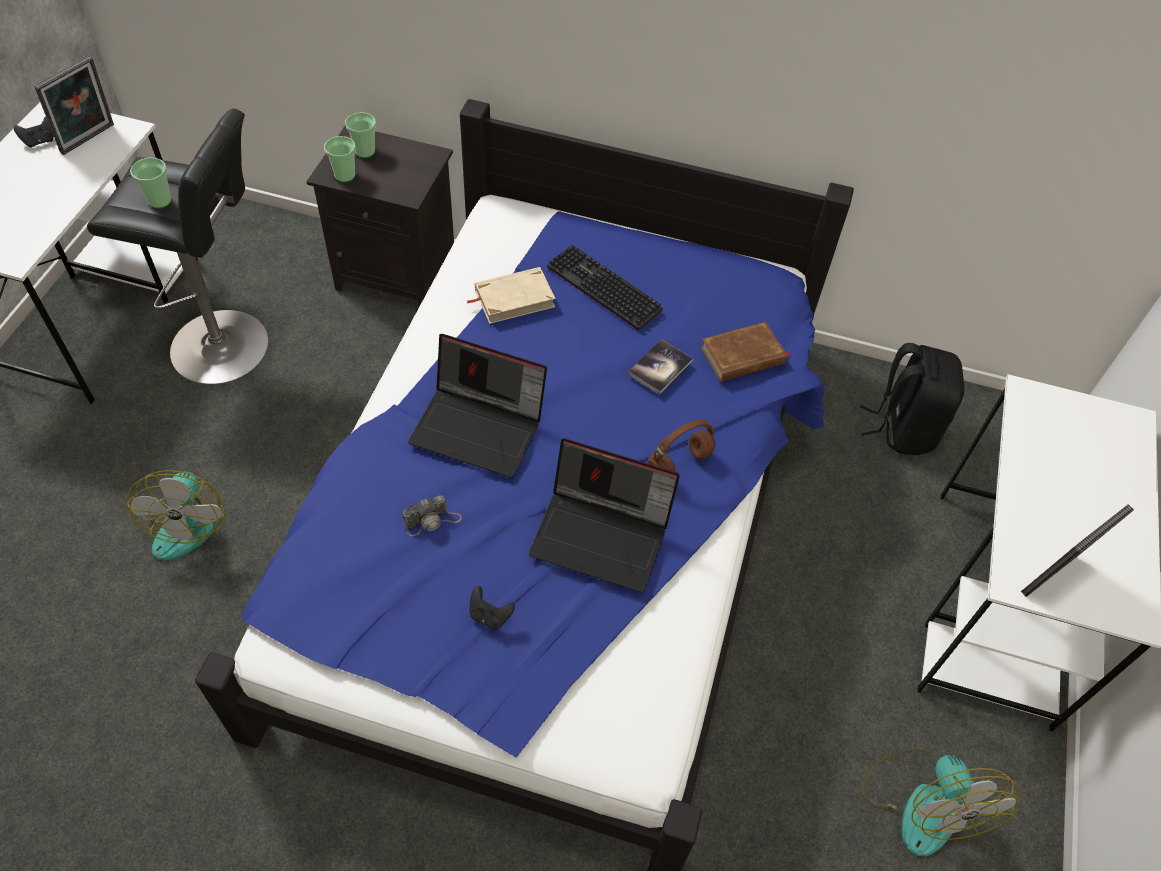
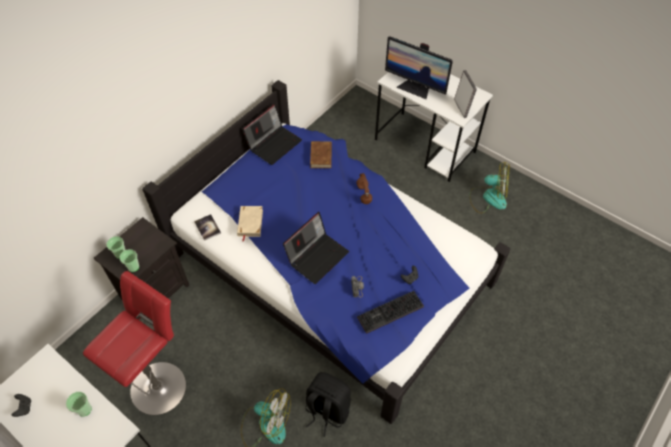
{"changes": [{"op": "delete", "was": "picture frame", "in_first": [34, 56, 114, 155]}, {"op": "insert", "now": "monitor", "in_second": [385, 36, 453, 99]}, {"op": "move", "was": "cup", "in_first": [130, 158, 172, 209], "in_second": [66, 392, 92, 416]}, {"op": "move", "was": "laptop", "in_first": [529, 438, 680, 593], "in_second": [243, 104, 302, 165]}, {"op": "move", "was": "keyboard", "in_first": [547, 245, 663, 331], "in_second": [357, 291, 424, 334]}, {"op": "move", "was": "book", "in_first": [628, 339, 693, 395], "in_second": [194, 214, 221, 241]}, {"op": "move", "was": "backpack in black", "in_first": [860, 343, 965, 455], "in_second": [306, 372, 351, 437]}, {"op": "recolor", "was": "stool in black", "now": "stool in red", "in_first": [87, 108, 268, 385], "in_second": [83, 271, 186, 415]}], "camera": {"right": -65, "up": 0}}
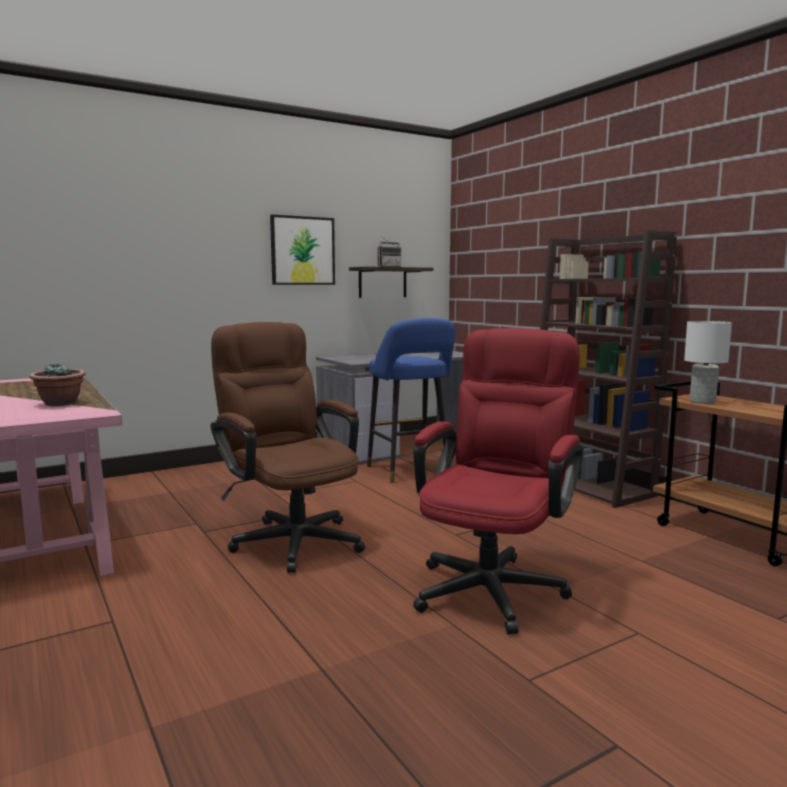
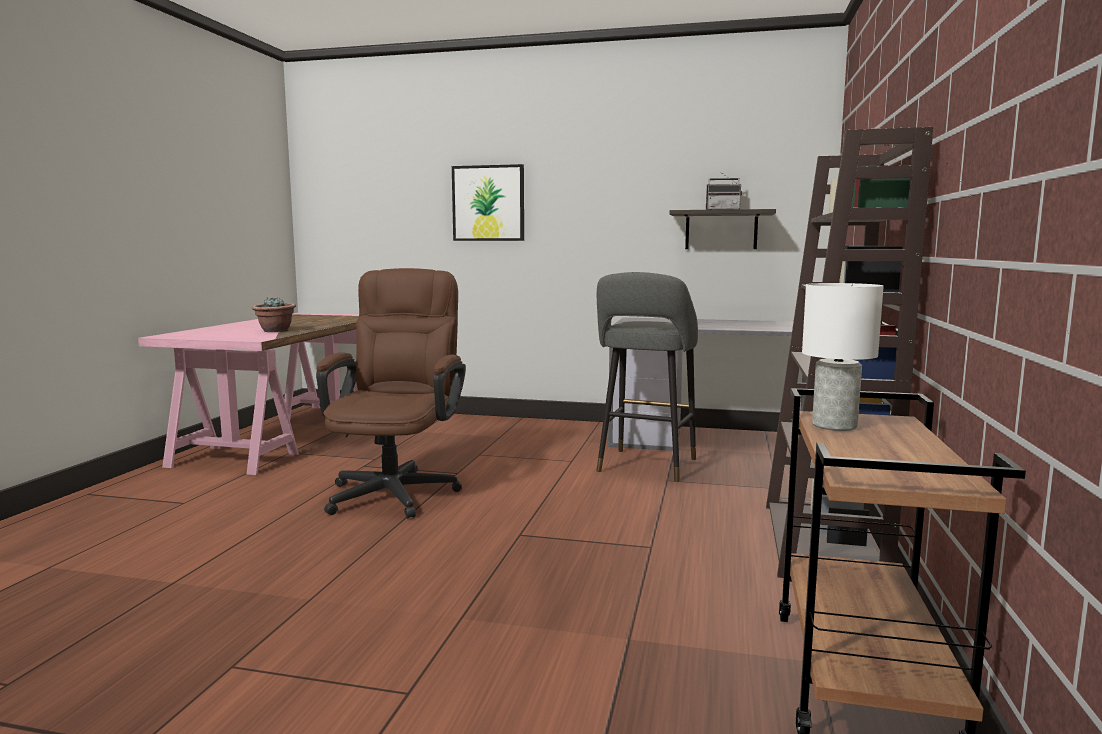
{"changes": [{"op": "delete", "was": "office chair in red", "in_first": [413, 328, 584, 635]}, {"op": "move", "was": "picture", "in_first": [270, 214, 335, 285], "in_second": [452, 164, 524, 241]}, {"op": "recolor", "was": "stool in blue", "now": "stool in grey", "in_first": [367, 318, 455, 483], "in_second": [596, 272, 698, 482]}], "camera": {"right": 45, "up": 0}}
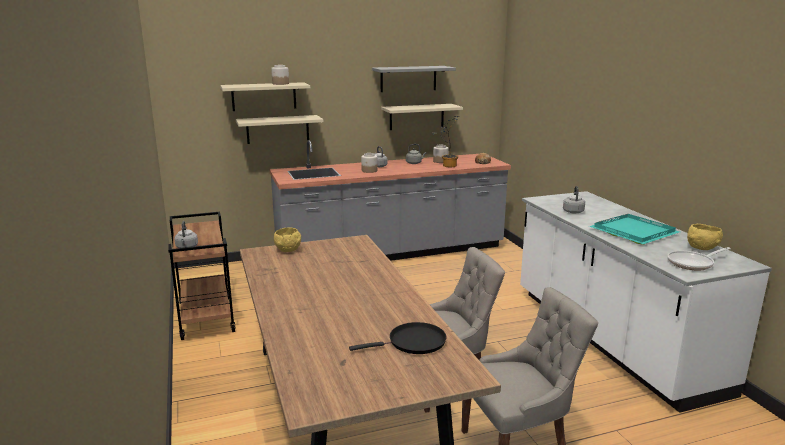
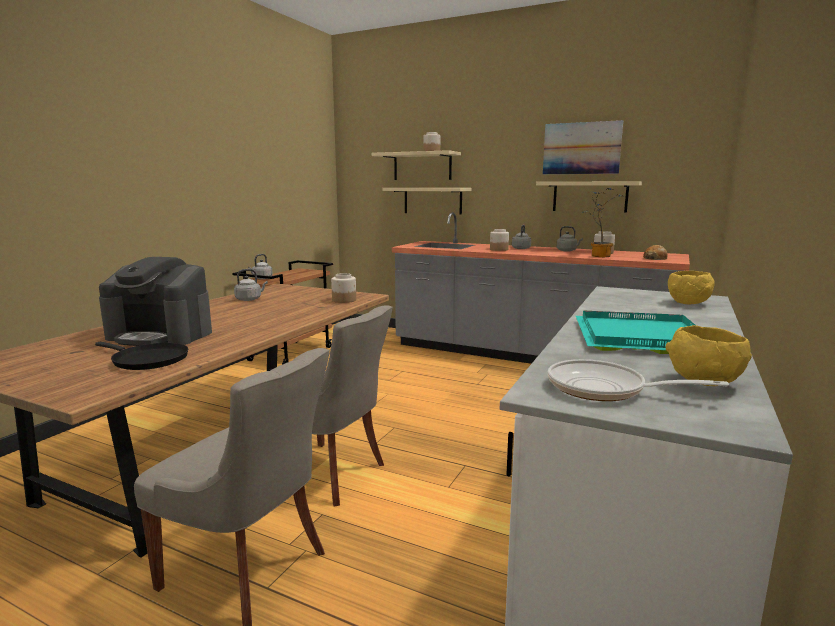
{"changes": [{"op": "insert", "now": "coffee machine", "in_second": [99, 257, 212, 346]}, {"op": "insert", "now": "jar", "in_second": [331, 273, 356, 303]}, {"op": "move", "was": "bowl in yellow", "in_first": [274, 228, 301, 252], "in_second": [668, 271, 715, 304]}, {"op": "move", "was": "kettle in grey", "in_first": [563, 186, 585, 213], "in_second": [234, 269, 268, 301]}, {"op": "replace", "was": "shelf in grey", "now": "picture", "in_first": [372, 66, 456, 92], "in_second": [543, 120, 623, 174]}], "camera": {"right": 45, "up": -5}}
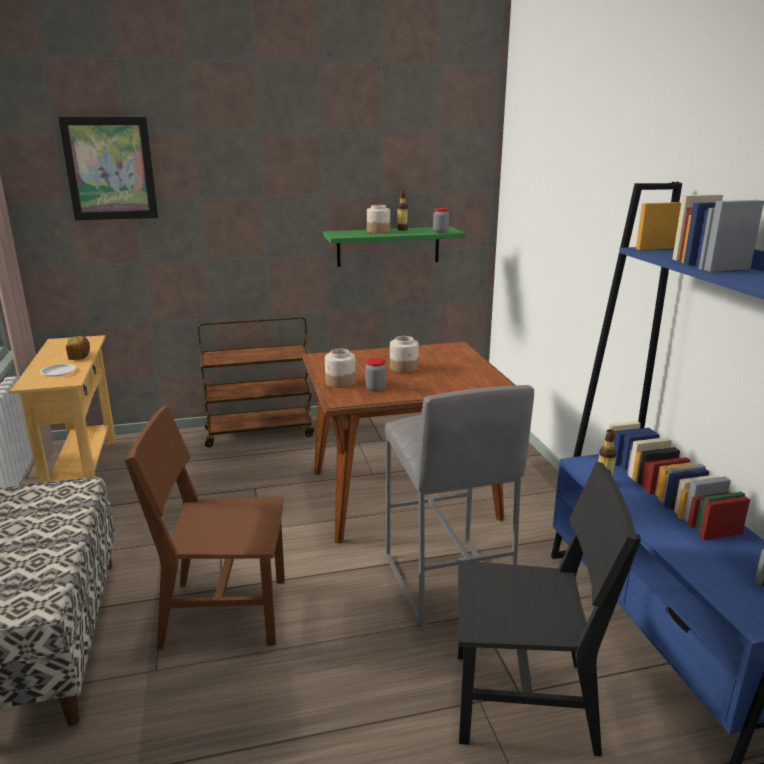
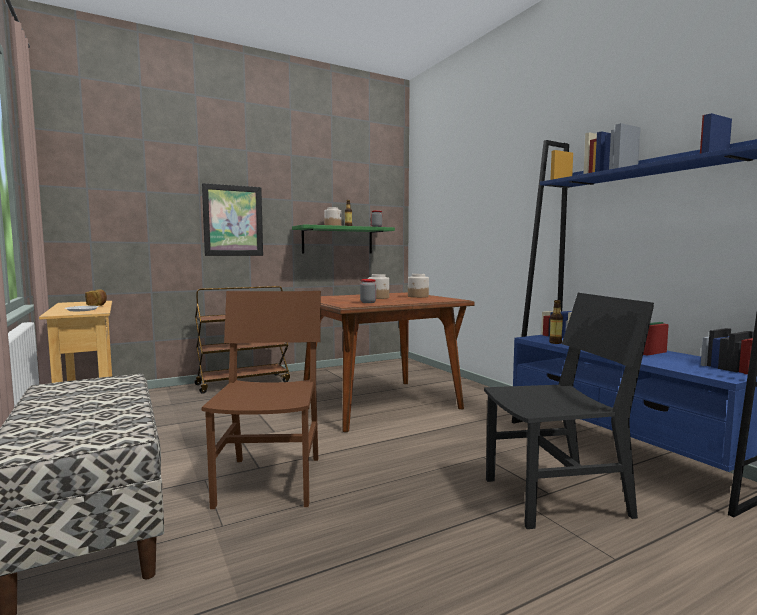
{"changes": [{"op": "delete", "was": "stool in grey", "in_first": [385, 385, 534, 629]}, {"op": "move", "was": "picture", "in_first": [58, 117, 158, 220], "in_second": [202, 183, 263, 256]}, {"op": "move", "was": "jar", "in_first": [325, 349, 356, 388], "in_second": [408, 274, 429, 298]}, {"op": "rotate", "was": "chair in brown", "in_first": [124, 406, 285, 649], "in_second": [201, 291, 321, 509], "clockwise": 105}], "camera": {"right": -15, "up": -15}}
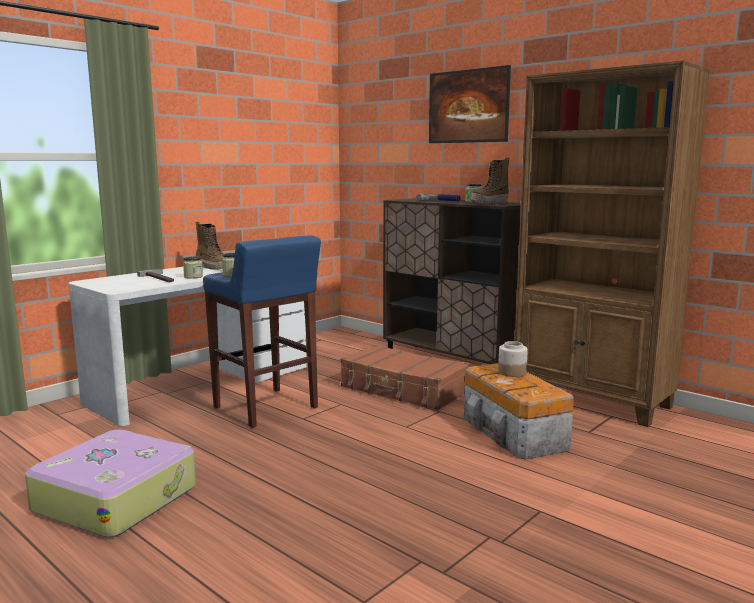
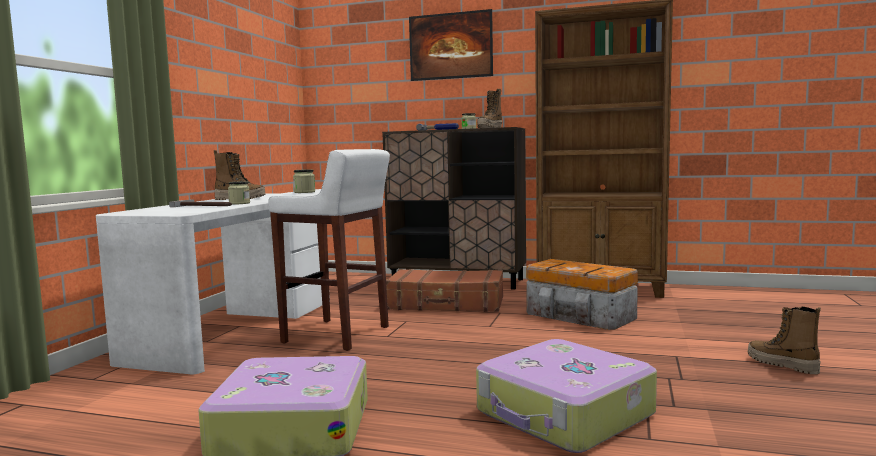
{"changes": [{"op": "delete", "was": "jar", "in_first": [498, 341, 528, 377]}, {"op": "insert", "now": "suitcase", "in_second": [476, 339, 657, 453]}, {"op": "insert", "now": "boot", "in_second": [748, 307, 821, 374]}, {"op": "recolor", "was": "stool in blue", "now": "stool in white", "in_first": [203, 235, 321, 428], "in_second": [268, 149, 390, 351]}], "camera": {"right": -25, "up": -5}}
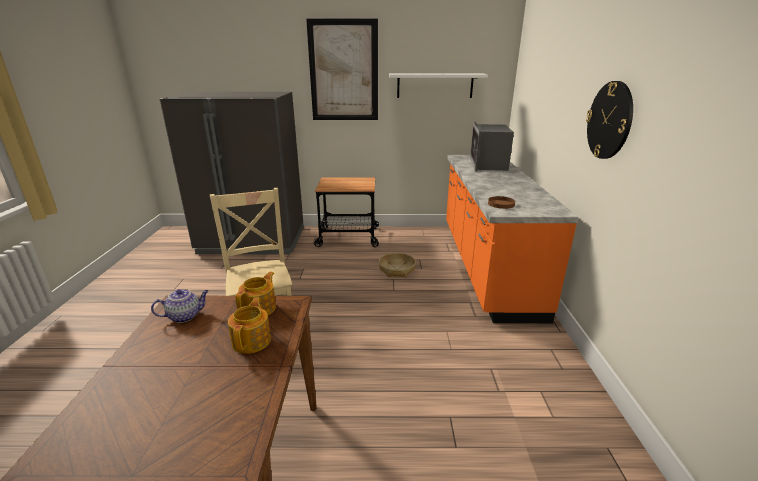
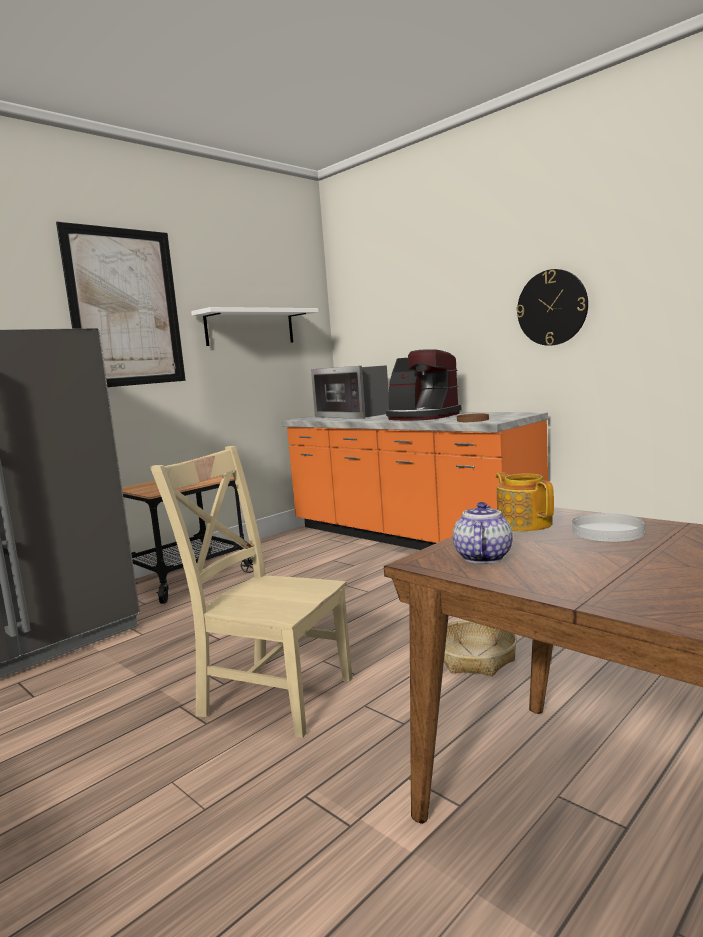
{"changes": [{"op": "insert", "now": "coffee machine", "in_second": [386, 349, 461, 421]}, {"op": "move", "was": "basket", "in_first": [379, 253, 416, 277], "in_second": [444, 620, 517, 676]}, {"op": "replace", "was": "teapot", "now": "plate in white", "in_first": [228, 298, 271, 354], "in_second": [572, 513, 645, 542]}], "camera": {"right": -45, "up": -15}}
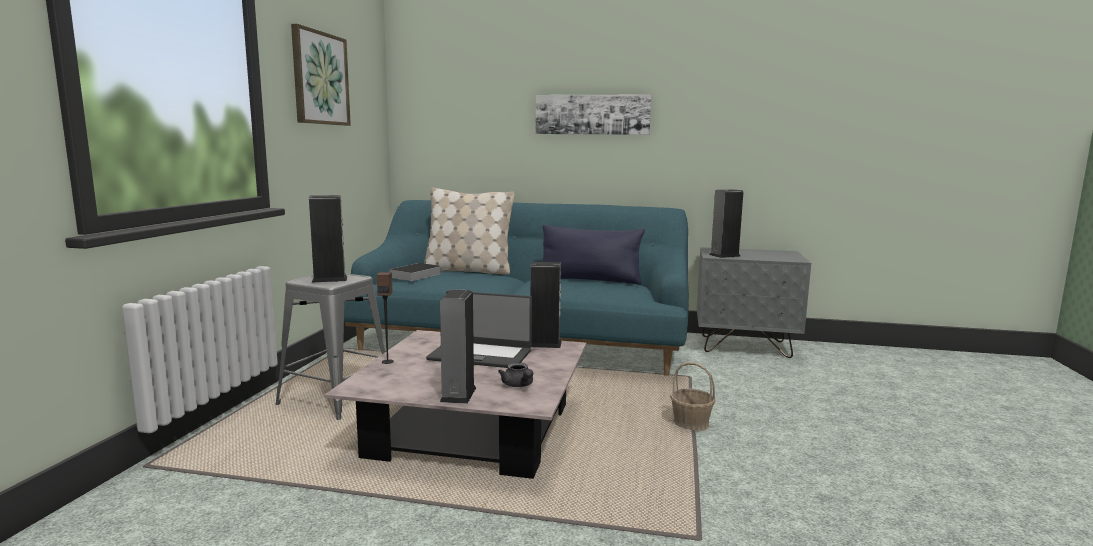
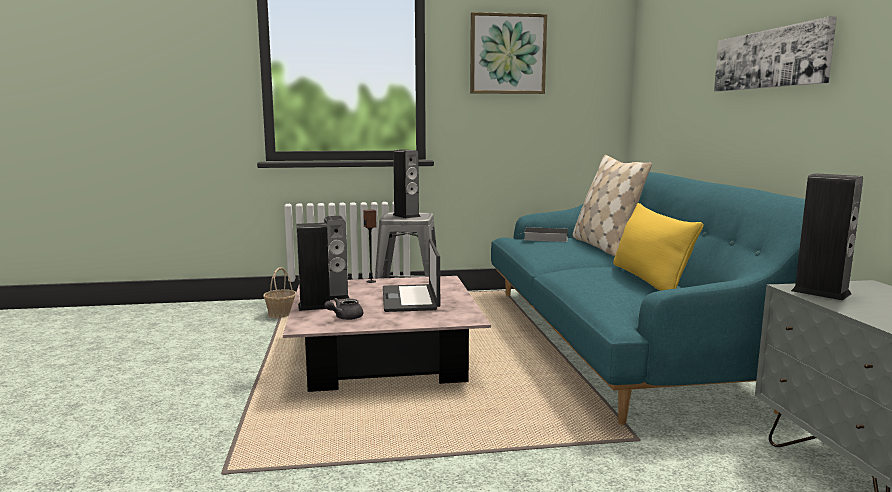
{"changes": [{"op": "move", "was": "speaker", "in_first": [530, 262, 562, 348], "in_second": [324, 216, 350, 300]}, {"op": "move", "was": "basket", "in_first": [670, 362, 716, 432], "in_second": [263, 267, 296, 319]}, {"op": "recolor", "was": "pillow in blue", "now": "pillow in yellow", "in_first": [543, 225, 645, 285], "in_second": [613, 203, 704, 291]}], "camera": {"right": 70, "up": 0}}
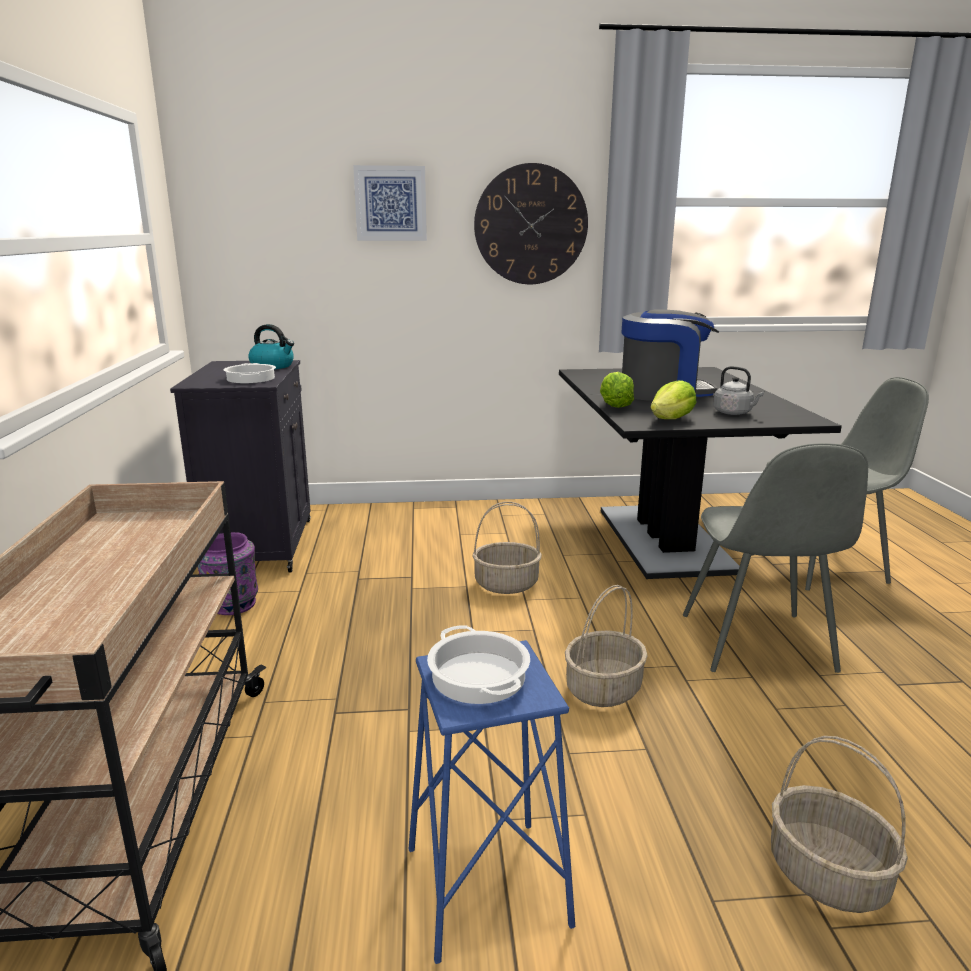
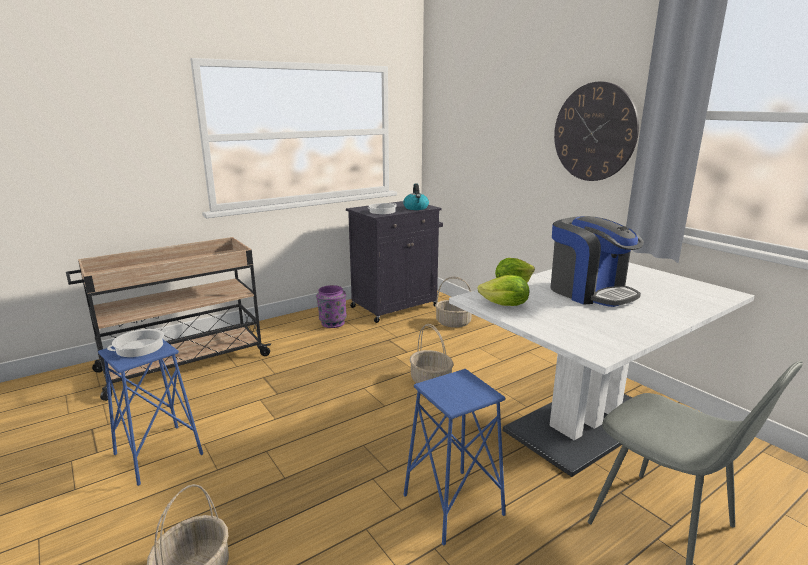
{"changes": [{"op": "delete", "was": "picture", "in_first": [353, 165, 427, 241]}, {"op": "delete", "was": "kettle in grey", "in_first": [713, 366, 764, 415]}, {"op": "move", "was": "basket", "in_first": [565, 585, 648, 707], "in_second": [435, 277, 472, 328]}, {"op": "replace", "was": "chair in grey", "now": "stool in blue", "in_first": [683, 443, 868, 673], "in_second": [403, 369, 506, 546]}, {"op": "recolor", "was": "dining table in black", "now": "dining table in white", "in_first": [559, 367, 842, 579], "in_second": [449, 263, 755, 477]}], "camera": {"right": 60, "up": 0}}
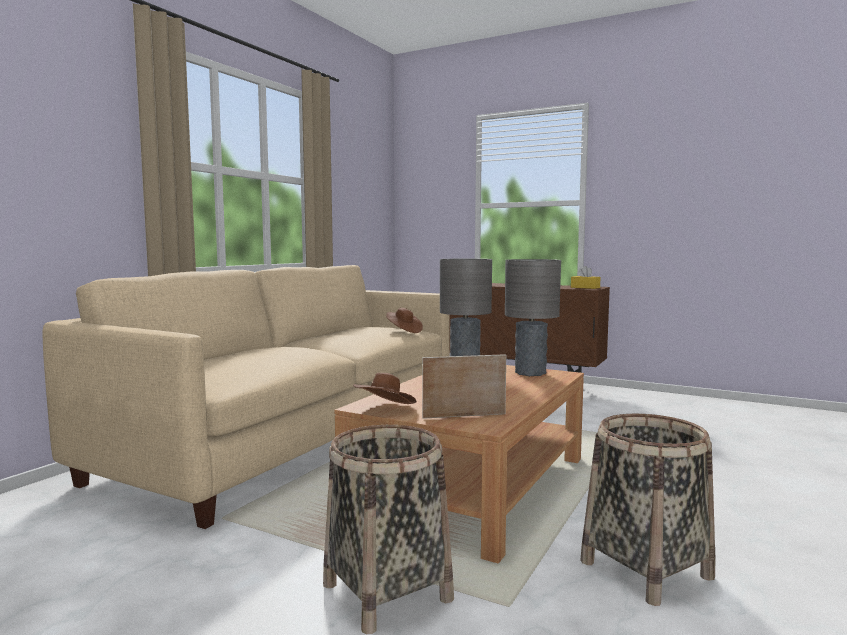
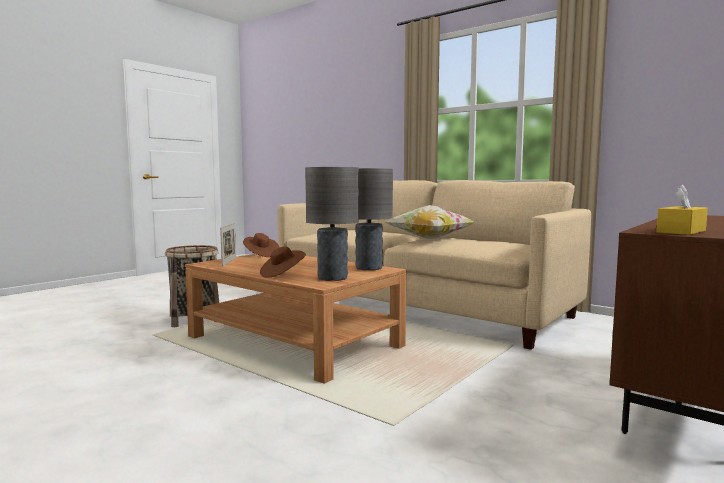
{"changes": [{"op": "delete", "was": "basket", "in_first": [580, 414, 715, 606]}, {"op": "insert", "now": "pillow", "in_second": [386, 205, 475, 239]}, {"op": "move", "was": "hat in brown", "in_first": [386, 308, 423, 333], "in_second": [260, 246, 306, 278]}], "camera": {"right": 100, "up": 0}}
